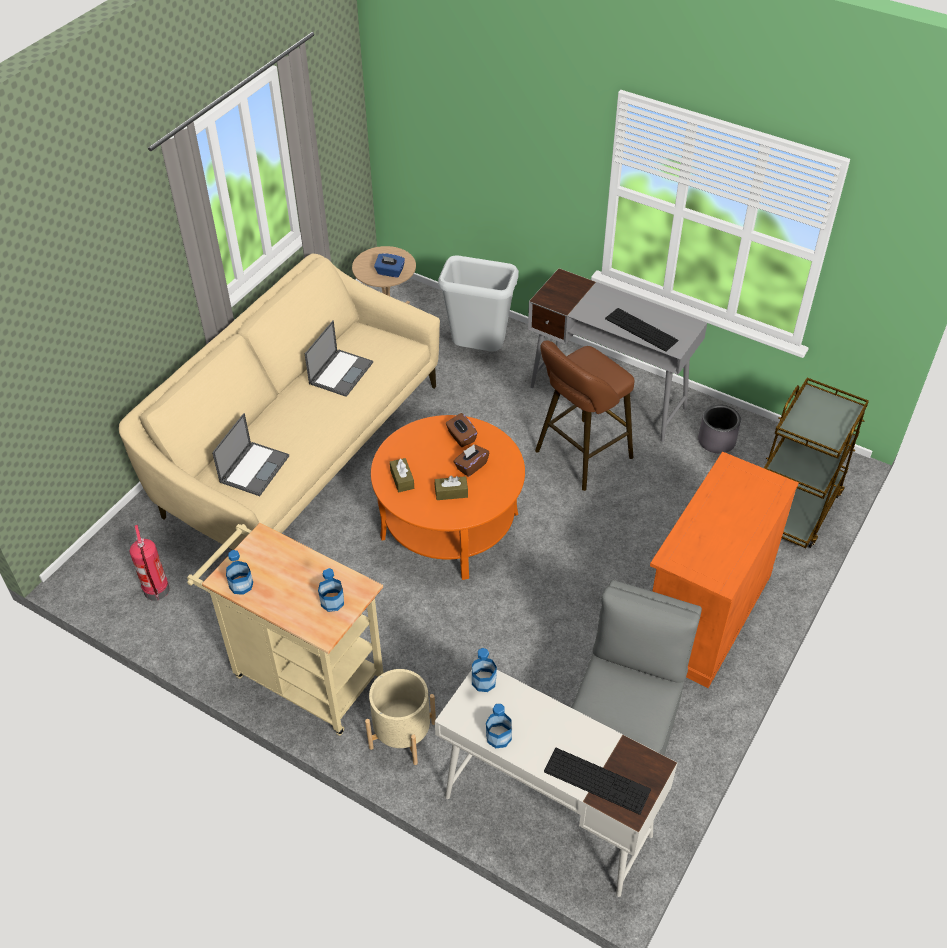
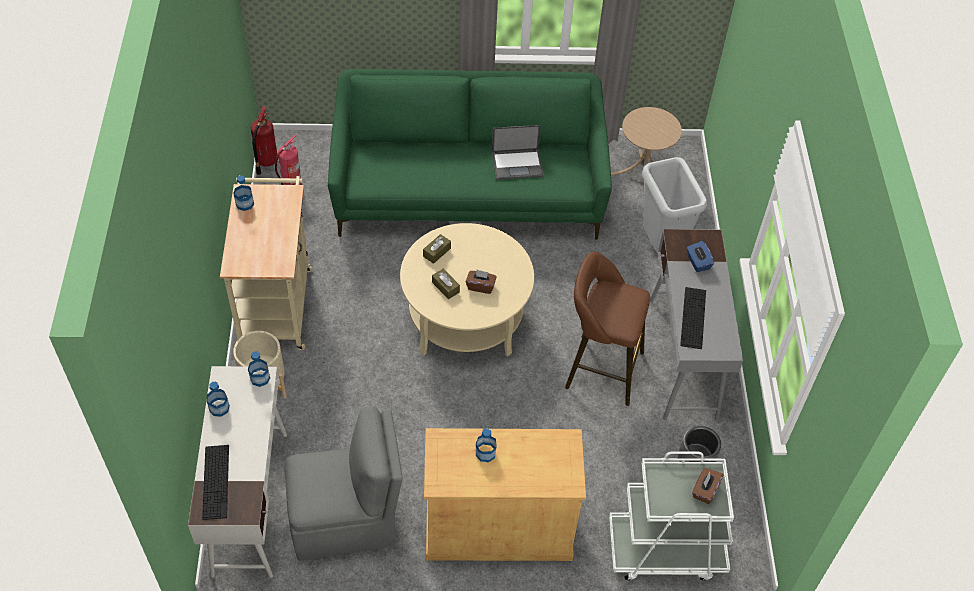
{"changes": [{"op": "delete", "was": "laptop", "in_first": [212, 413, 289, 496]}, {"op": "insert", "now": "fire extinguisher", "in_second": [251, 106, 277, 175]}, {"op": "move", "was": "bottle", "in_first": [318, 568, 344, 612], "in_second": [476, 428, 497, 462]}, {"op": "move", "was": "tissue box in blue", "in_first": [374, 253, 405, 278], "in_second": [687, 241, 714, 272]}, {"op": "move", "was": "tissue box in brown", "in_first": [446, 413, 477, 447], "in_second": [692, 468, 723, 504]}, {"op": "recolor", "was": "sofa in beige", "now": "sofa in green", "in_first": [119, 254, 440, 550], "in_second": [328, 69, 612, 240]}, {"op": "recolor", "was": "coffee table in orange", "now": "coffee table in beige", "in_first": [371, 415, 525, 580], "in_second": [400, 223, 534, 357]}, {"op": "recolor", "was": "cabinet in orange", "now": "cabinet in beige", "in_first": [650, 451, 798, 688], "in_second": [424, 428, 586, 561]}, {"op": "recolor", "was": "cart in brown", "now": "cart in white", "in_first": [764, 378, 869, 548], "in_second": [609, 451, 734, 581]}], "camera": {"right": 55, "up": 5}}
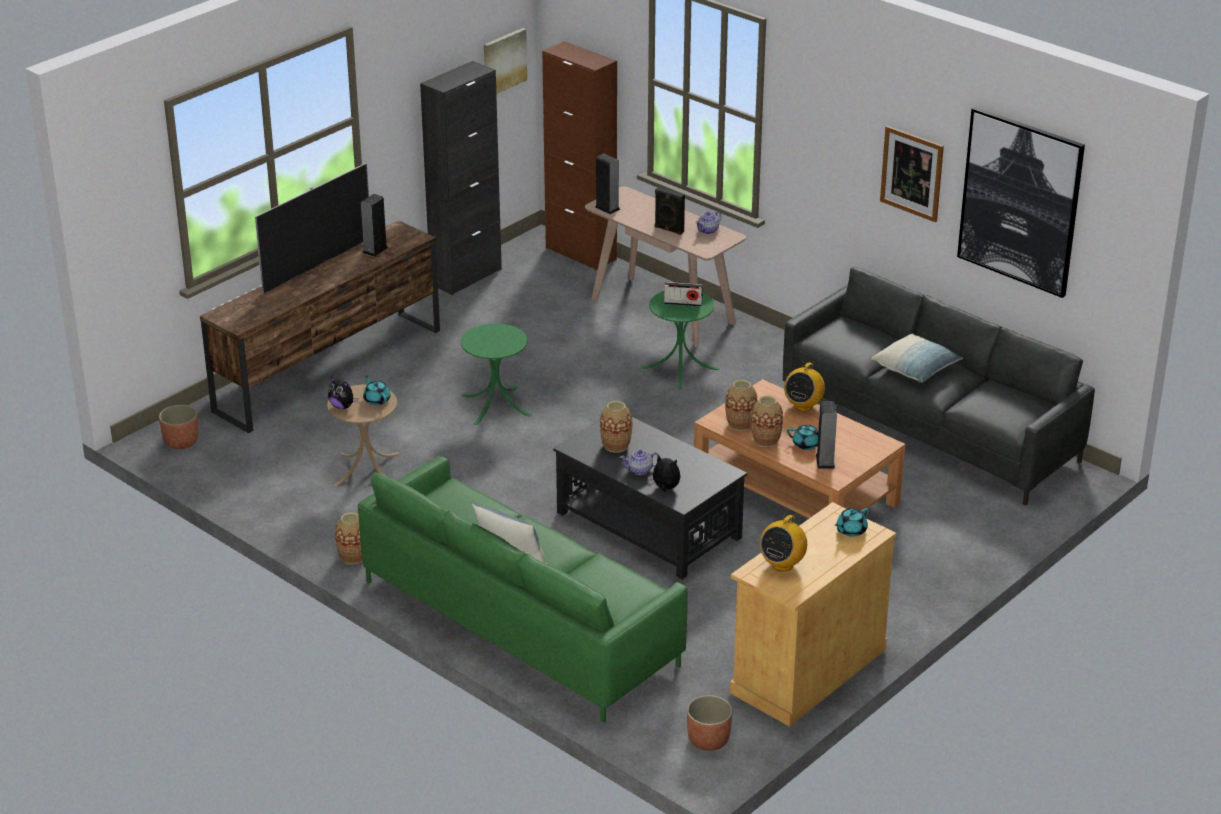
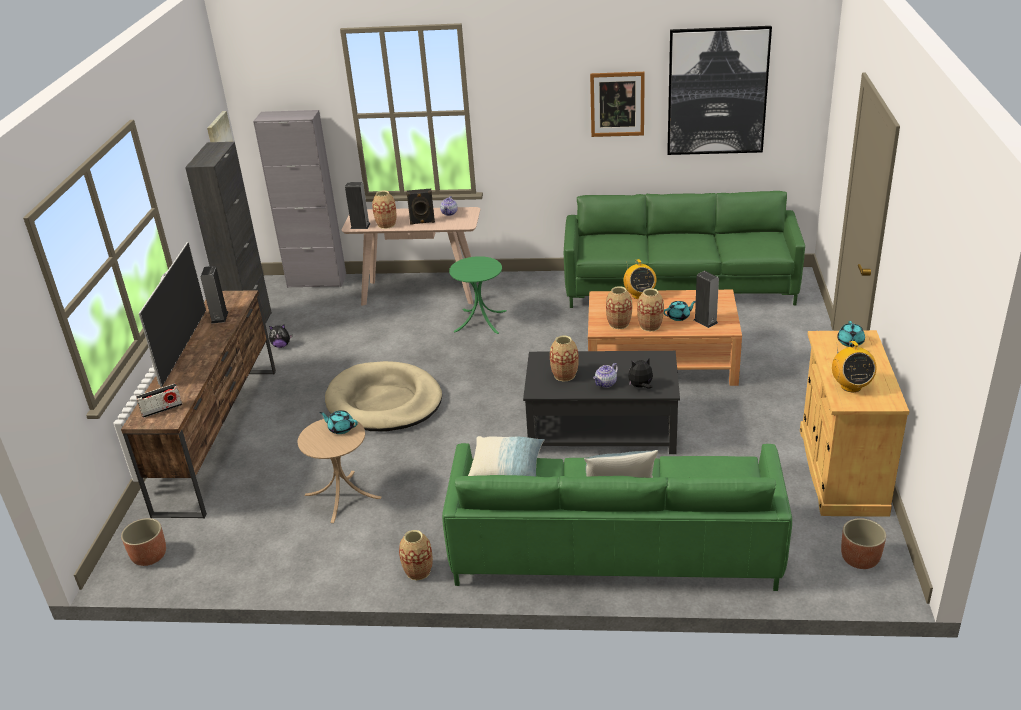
{"changes": [{"op": "insert", "now": "vase", "in_second": [372, 191, 396, 229]}, {"op": "move", "was": "plush toy", "in_first": [328, 376, 358, 409], "in_second": [269, 325, 292, 348]}, {"op": "move", "was": "radio", "in_first": [664, 282, 703, 307], "in_second": [136, 383, 182, 418]}, {"op": "move", "was": "pillow", "in_first": [871, 334, 963, 382], "in_second": [468, 436, 545, 476]}, {"op": "replace", "was": "side table in green", "now": "dog bed in beige", "in_first": [461, 324, 531, 425], "in_second": [325, 361, 442, 432]}, {"op": "recolor", "was": "cabinet in brown", "now": "cabinet in grey", "in_first": [542, 41, 617, 270], "in_second": [253, 110, 347, 288]}, {"op": "recolor", "was": "sofa in grey", "now": "sofa in green", "in_first": [783, 267, 1095, 505], "in_second": [564, 191, 805, 308]}], "camera": {"right": -35, "up": 0}}
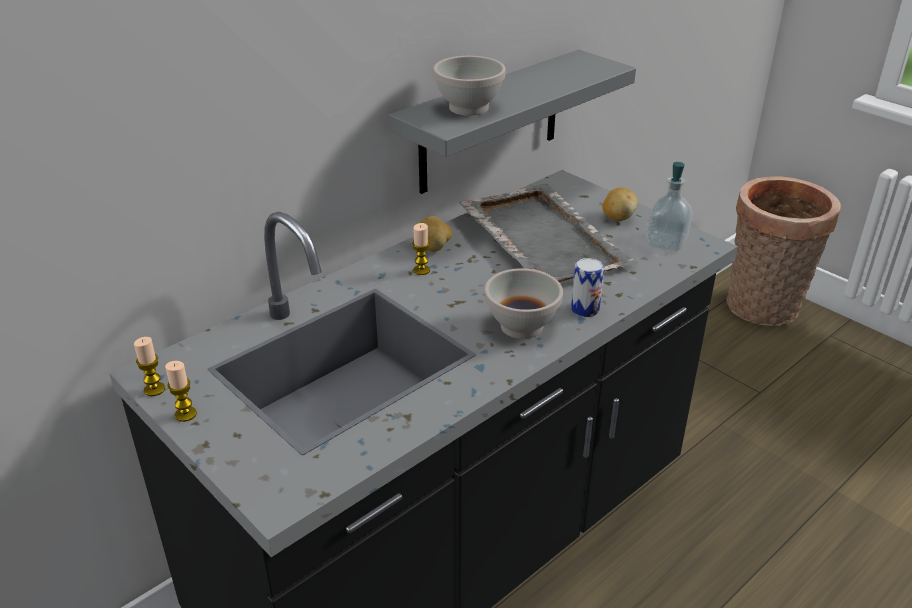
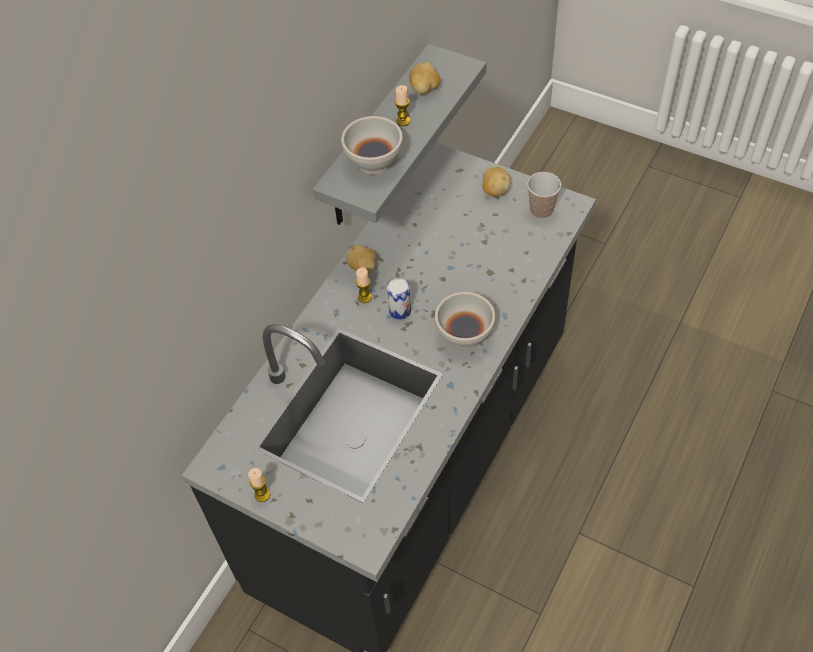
{"changes": [{"op": "delete", "was": "tray in grey", "in_first": [459, 184, 638, 282]}, {"op": "delete", "was": "basket", "in_first": [726, 176, 841, 326]}, {"op": "insert", "now": "potato", "in_second": [409, 62, 440, 95]}, {"op": "move", "was": "candle", "in_first": [134, 337, 165, 396], "in_second": [395, 85, 411, 126]}, {"op": "move", "was": "can", "in_first": [571, 258, 604, 317], "in_second": [387, 278, 411, 320]}, {"op": "replace", "was": "soap dispenser", "now": "cup", "in_first": [647, 162, 692, 251], "in_second": [527, 172, 561, 218]}], "camera": {"right": -15, "up": 20}}
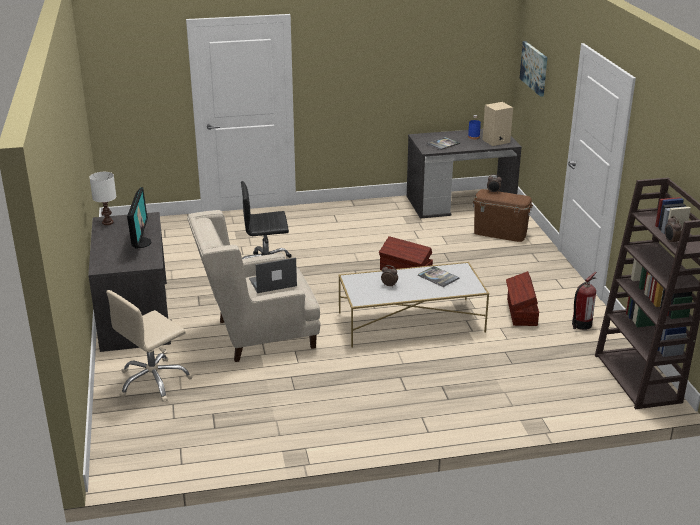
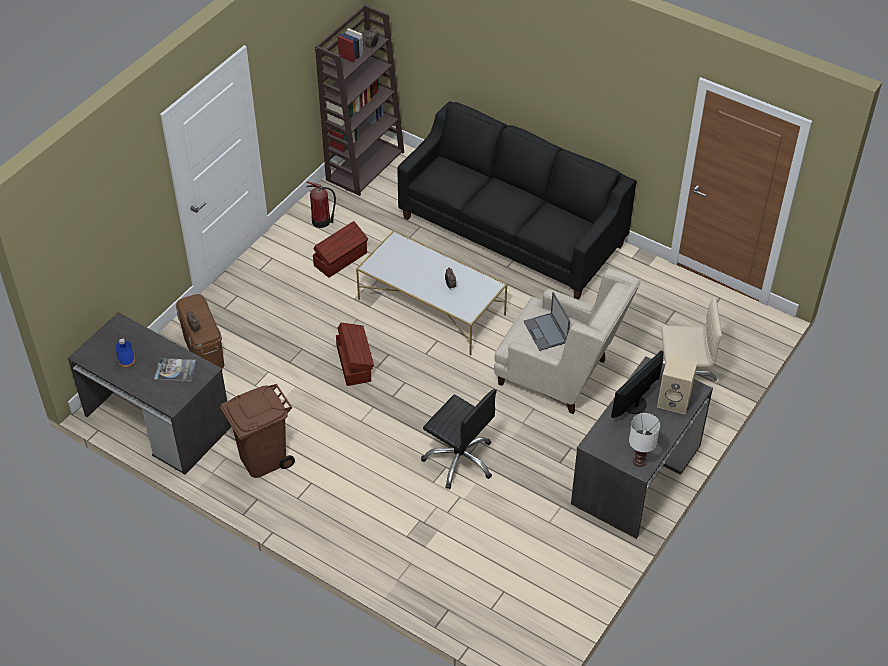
{"changes": [{"op": "delete", "was": "book", "in_first": [418, 266, 459, 287]}, {"op": "delete", "was": "picture", "in_first": [520, 41, 548, 97]}, {"op": "insert", "now": "trash can in brown", "in_second": [220, 384, 295, 478]}, {"op": "insert", "now": "sofa in black", "in_second": [397, 101, 636, 299]}, {"op": "move", "was": "speaker in beige", "in_first": [482, 102, 513, 146], "in_second": [657, 355, 697, 414]}, {"op": "rotate", "was": "laptop", "in_first": [249, 258, 297, 293], "in_second": [523, 292, 570, 351], "clockwise": 45}], "camera": {"right": -135, "up": 20}}
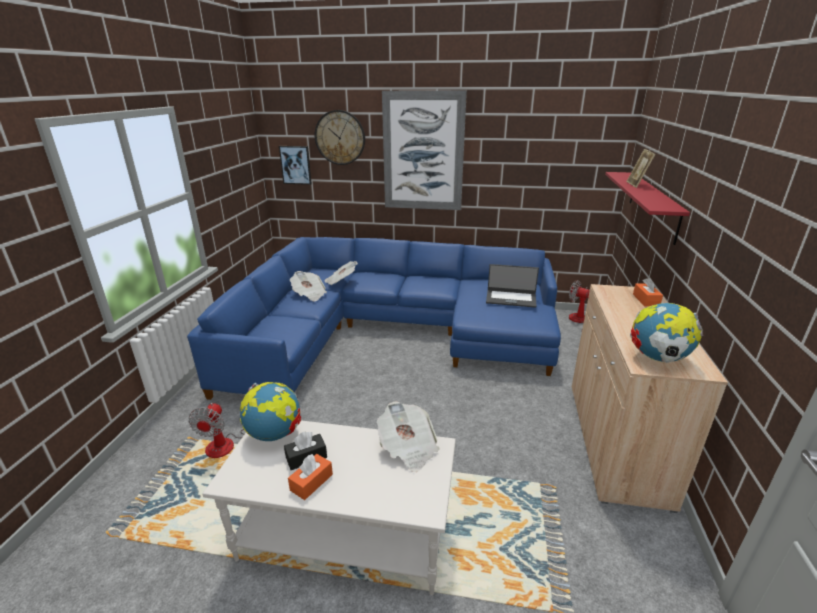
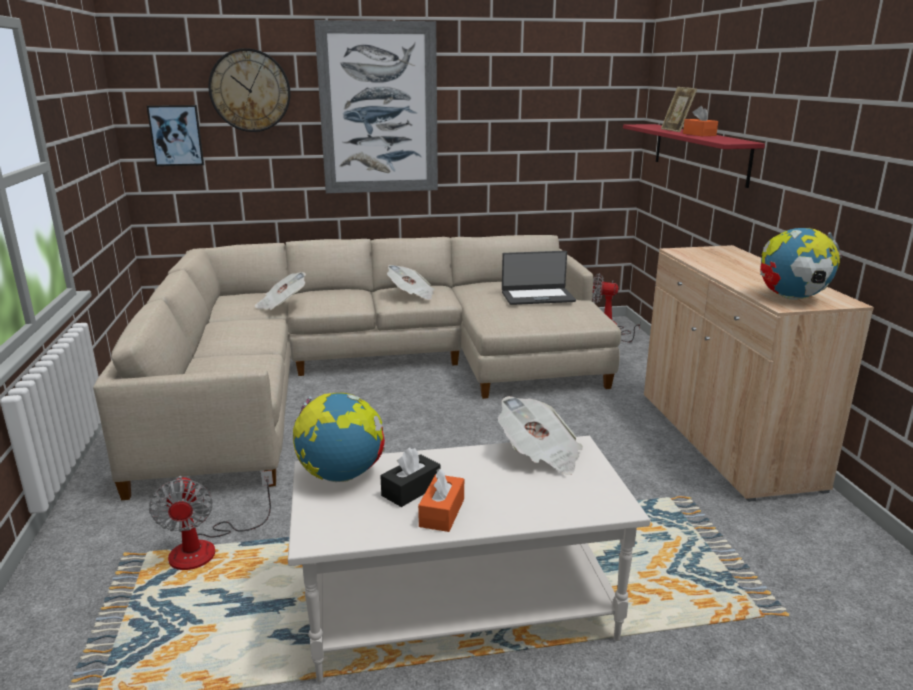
{"changes": [{"op": "move", "was": "newspaper", "in_first": [290, 271, 327, 301], "in_second": [387, 265, 435, 300]}, {"op": "move", "was": "tissue box in orange", "in_first": [633, 278, 663, 307], "in_second": [683, 106, 718, 136]}, {"op": "recolor", "was": "sofa in blue", "now": "sofa in beige", "in_first": [187, 237, 561, 400], "in_second": [93, 235, 621, 500]}], "camera": {"right": -20, "up": -5}}
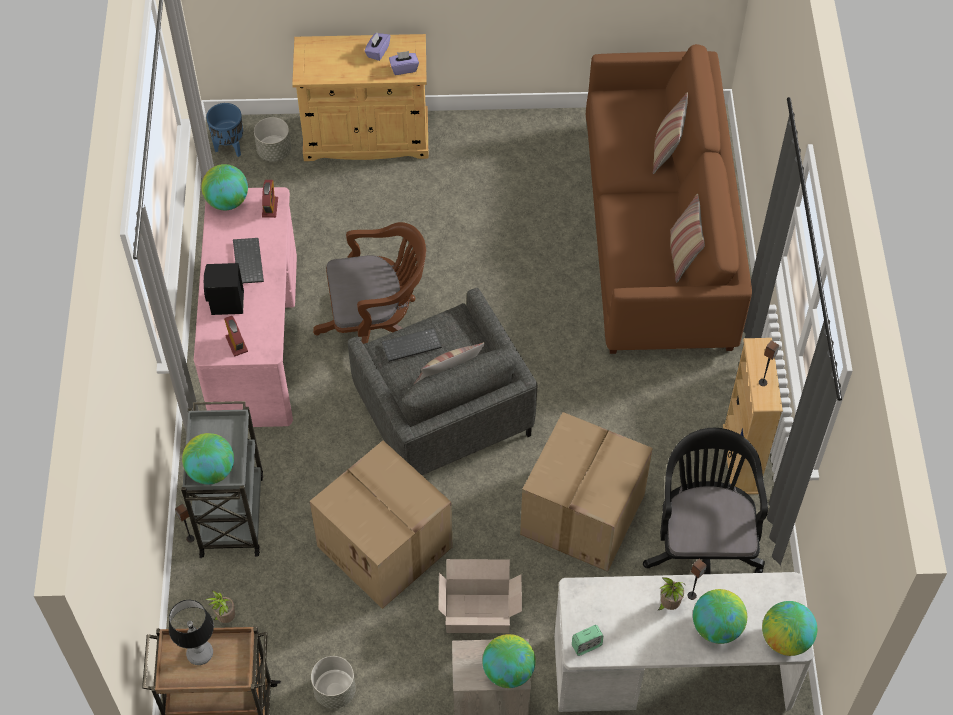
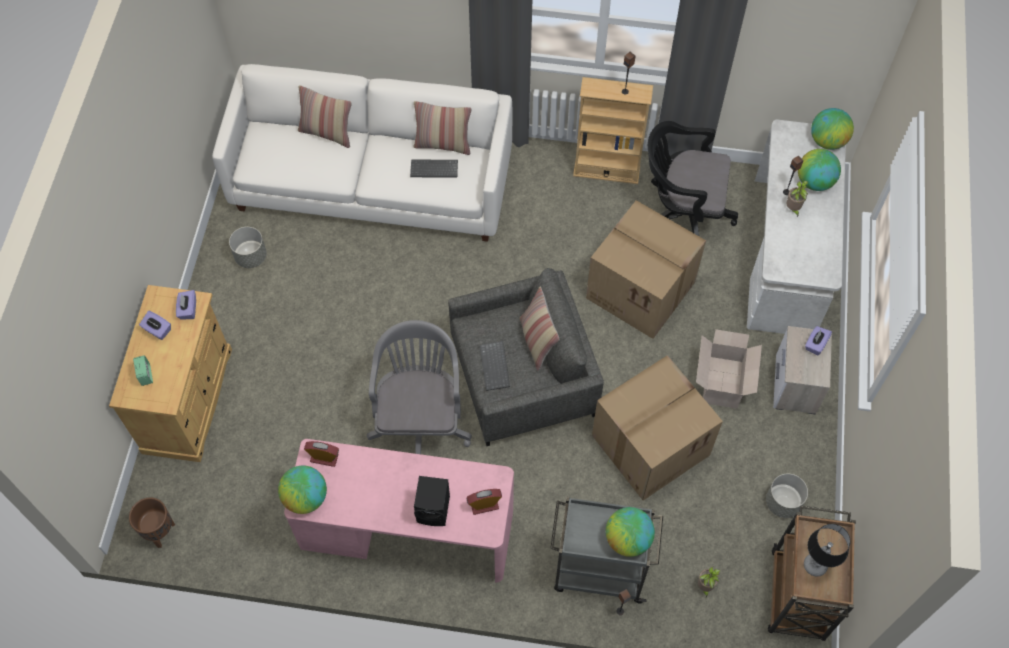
{"changes": [{"op": "move", "was": "keyboard", "in_first": [233, 238, 264, 283], "in_second": [410, 160, 458, 178]}, {"op": "move", "was": "planter in grey", "in_first": [254, 117, 291, 162], "in_second": [229, 227, 267, 268]}, {"op": "move", "was": "alarm clock", "in_first": [572, 625, 603, 656], "in_second": [133, 355, 153, 386]}, {"op": "replace", "was": "globe", "now": "tissue box in purple", "in_first": [482, 634, 536, 688], "in_second": [805, 326, 832, 356]}, {"op": "recolor", "was": "planter in blue", "now": "planter in brown", "in_first": [206, 103, 243, 157], "in_second": [129, 497, 175, 548]}, {"op": "recolor", "was": "office chair in brown", "now": "office chair in grey", "in_first": [313, 222, 426, 344], "in_second": [367, 320, 472, 454]}, {"op": "recolor", "was": "sofa in brown", "now": "sofa in white", "in_first": [586, 44, 752, 354], "in_second": [212, 64, 512, 242]}], "camera": {"right": -80, "up": 5}}
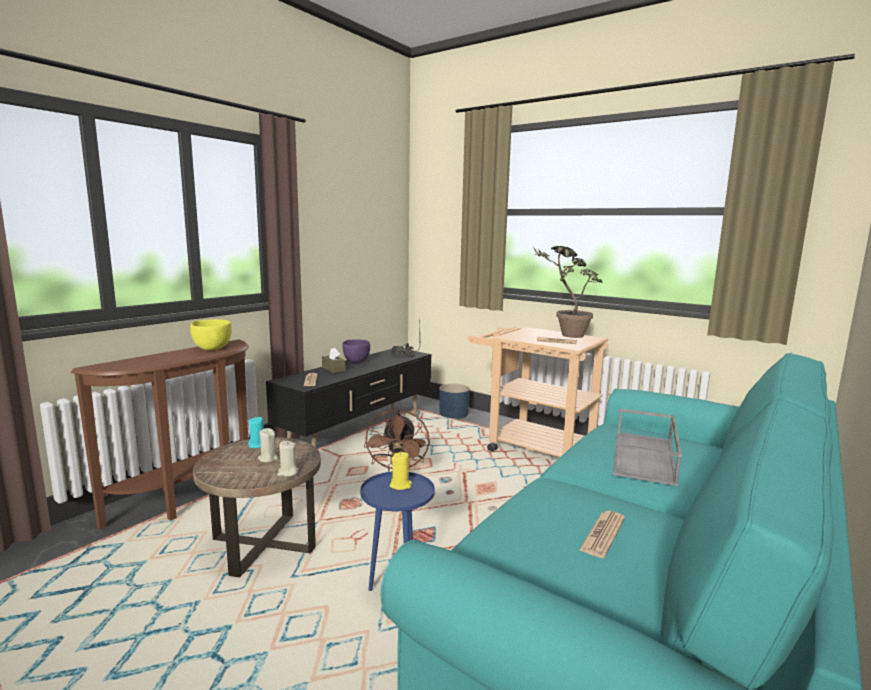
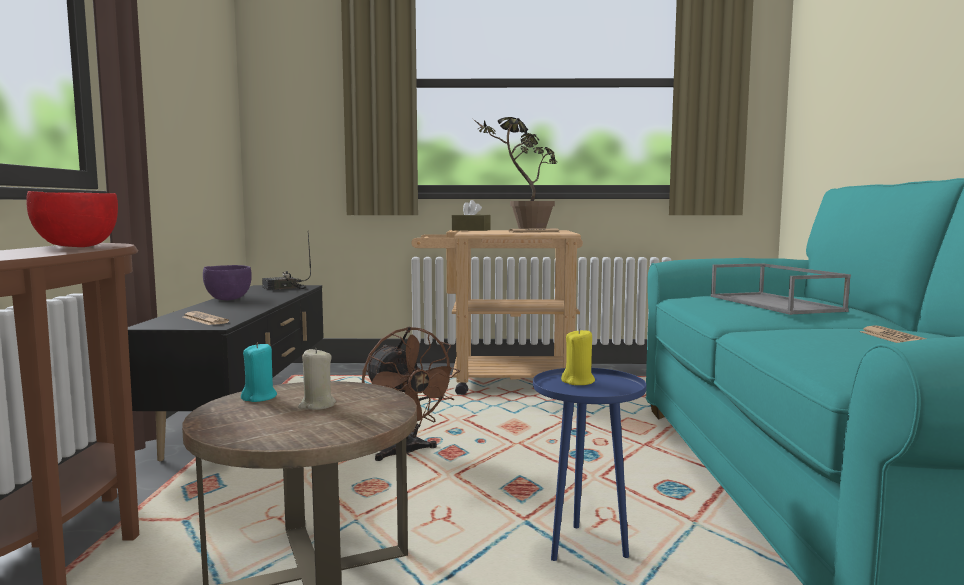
{"changes": [{"op": "delete", "was": "candle in beige", "in_first": [277, 441, 299, 477]}, {"op": "delete", "was": "planter in blue", "in_first": [439, 384, 470, 419]}, {"op": "move", "was": "tissue box in brown", "in_first": [322, 348, 345, 373], "in_second": [452, 200, 491, 231]}, {"op": "recolor", "was": "bowl in yellow", "now": "bowl in red", "in_first": [190, 319, 232, 351], "in_second": [27, 191, 118, 247]}], "camera": {"right": -35, "up": -5}}
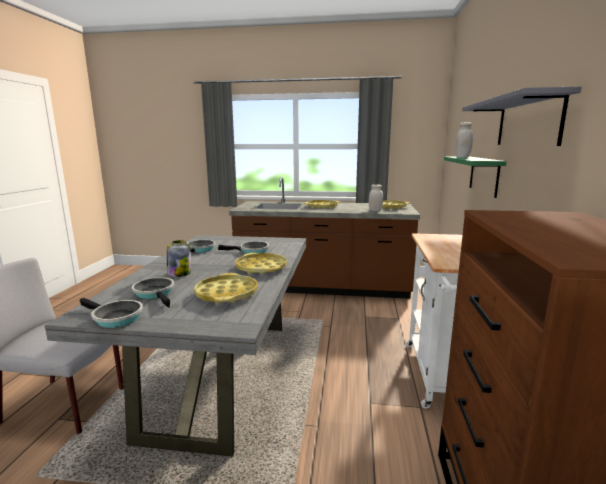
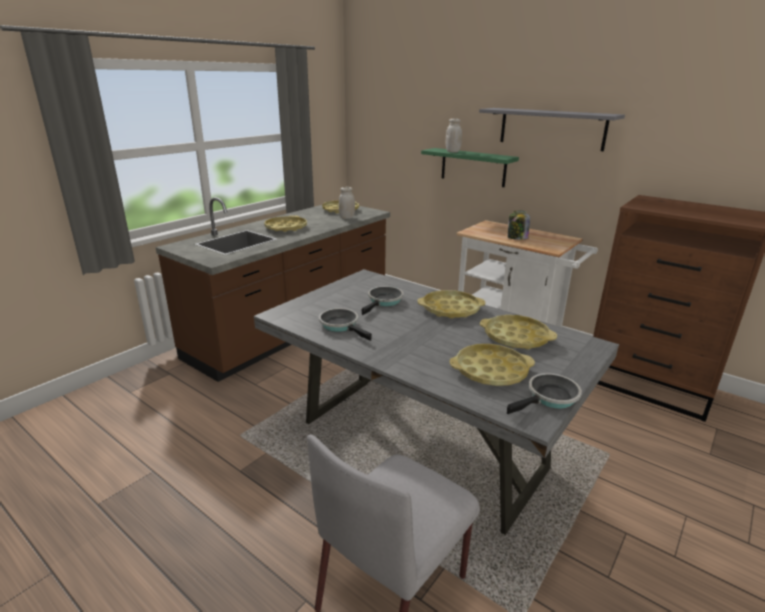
{"changes": [{"op": "move", "was": "jar", "in_first": [167, 240, 191, 277], "in_second": [508, 211, 530, 240]}, {"op": "replace", "was": "frying pan", "now": "tray in yellow", "in_first": [132, 277, 174, 308], "in_second": [450, 344, 535, 386]}], "camera": {"right": -60, "up": 10}}
